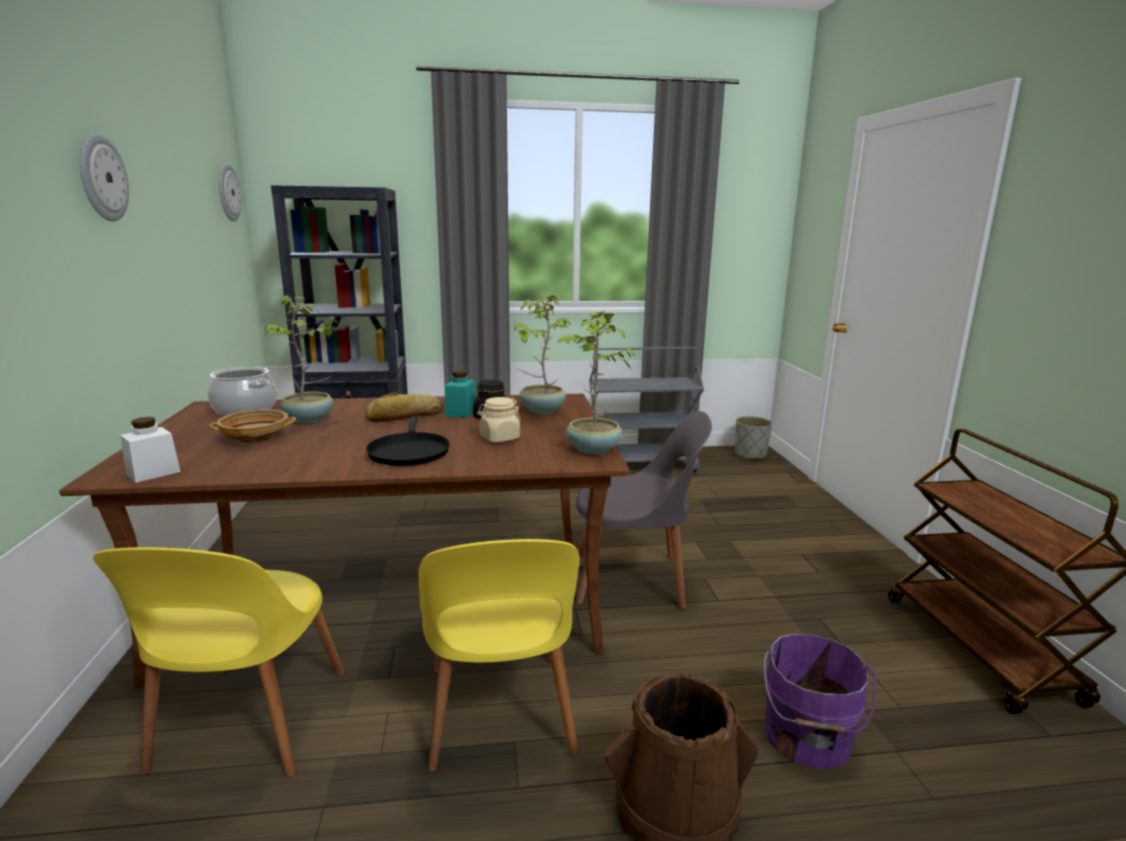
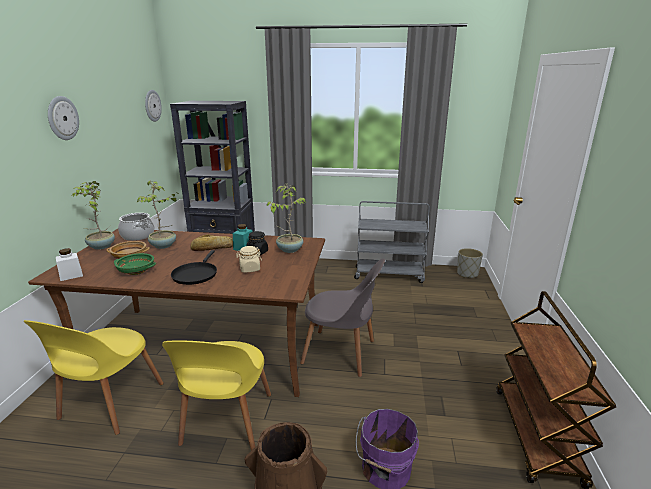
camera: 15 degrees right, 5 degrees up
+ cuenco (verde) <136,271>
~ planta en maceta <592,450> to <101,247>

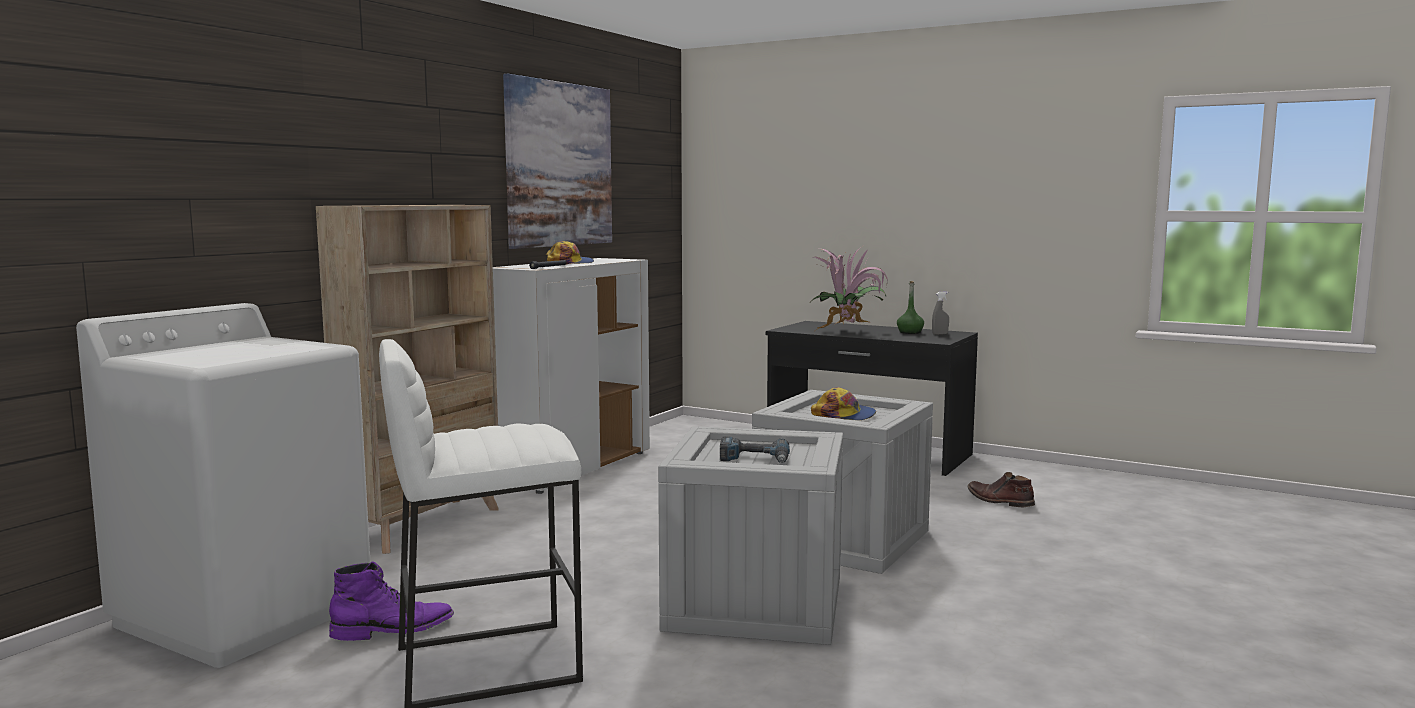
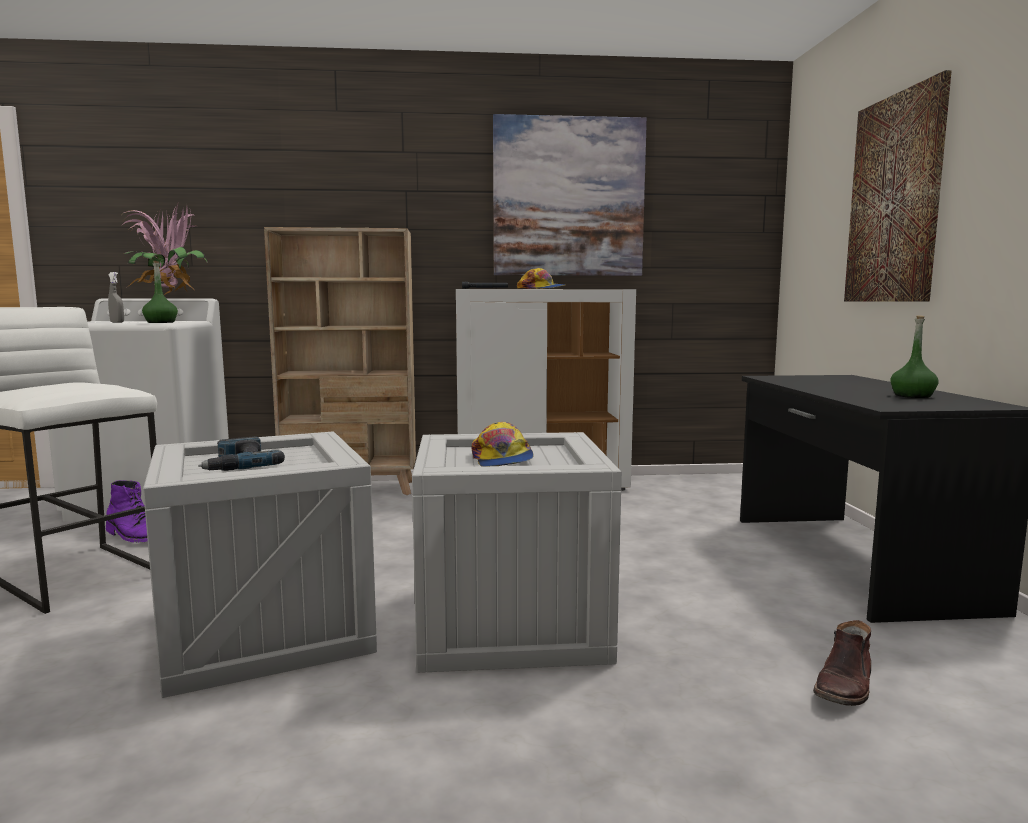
camera: 55 degrees right, 0 degrees up
+ botella (verde) <161,322>
+ cuadro <894,199>
~ planta en maceta <848,331> to <168,298>
~ pulverizador (gris) <940,334> to <117,322>
~ bota (marrón) <999,500> = <845,685> 150 degrees counterclockwise

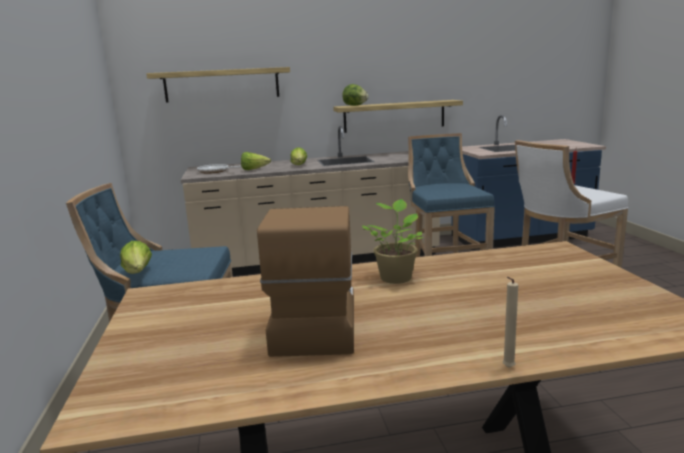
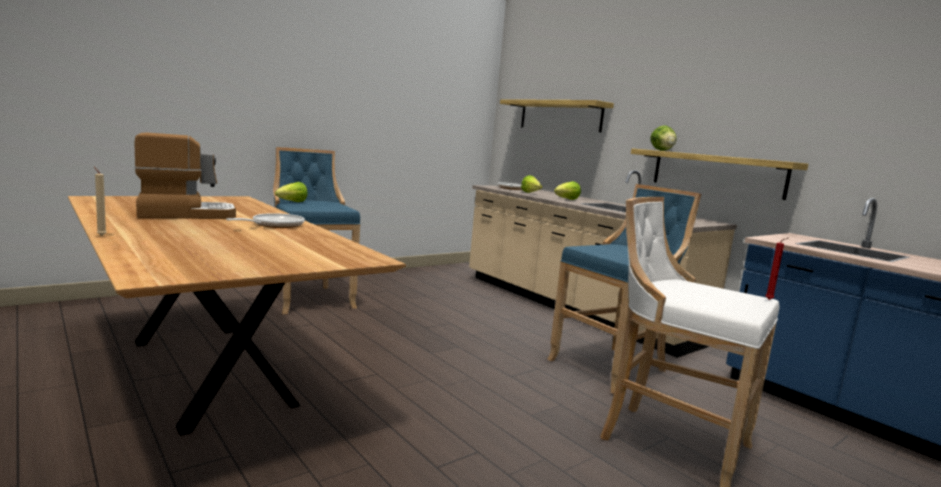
camera: 60 degrees right, 5 degrees down
~ planta en maceta <396,277> to sartén <274,225>

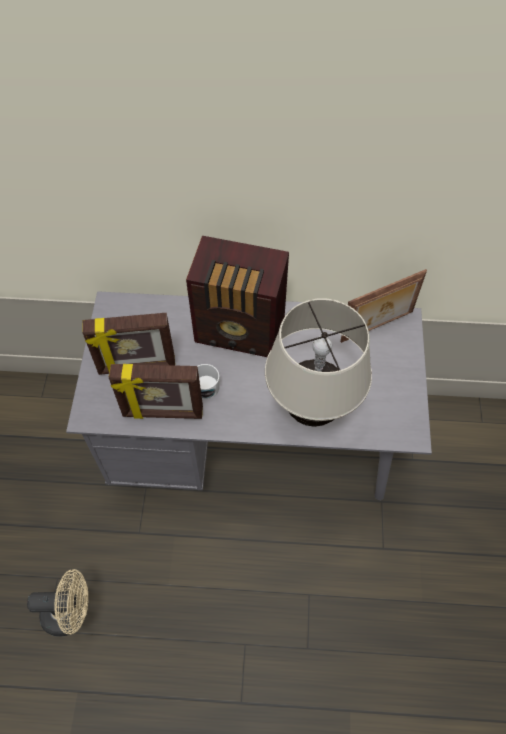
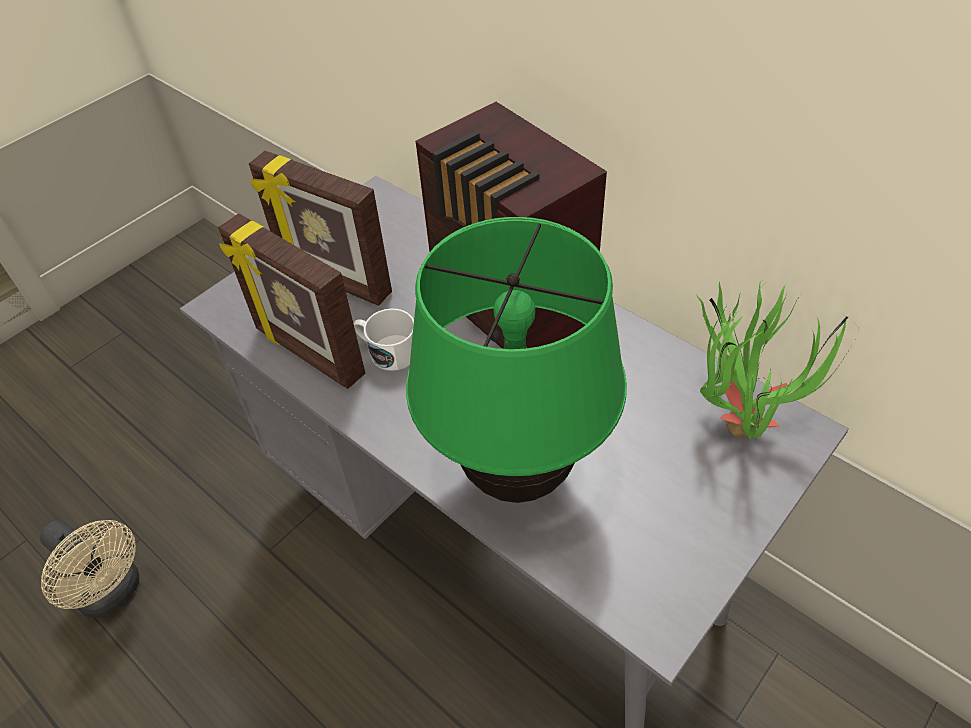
camera: 40 degrees right, 10 degrees down
~ portarretratos <377,327> to planta en maceta <739,416>
~ lámpara de mesa (beis) <312,410> to lámpara de mesa (verde) <518,475>

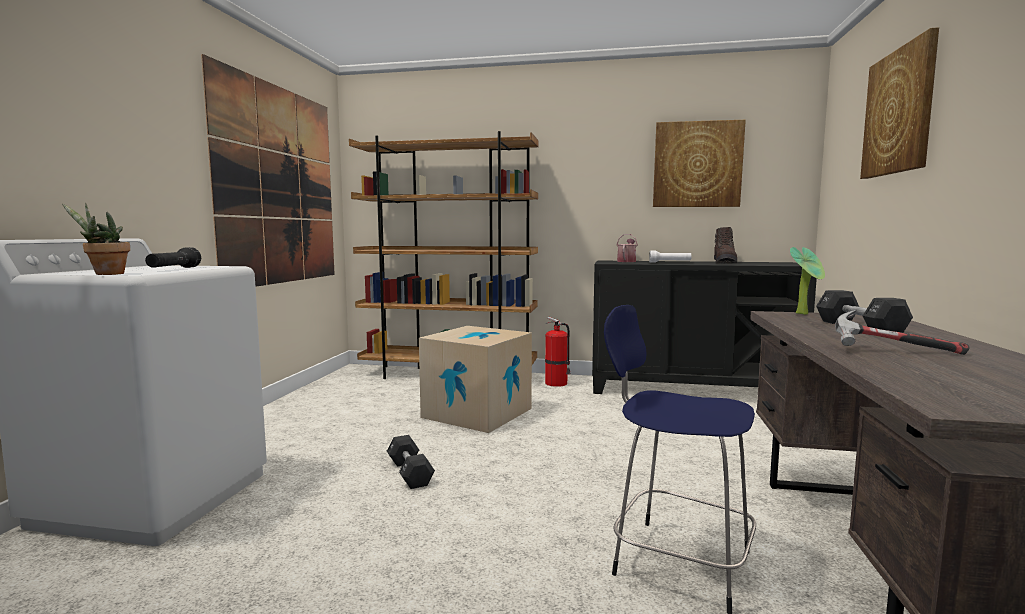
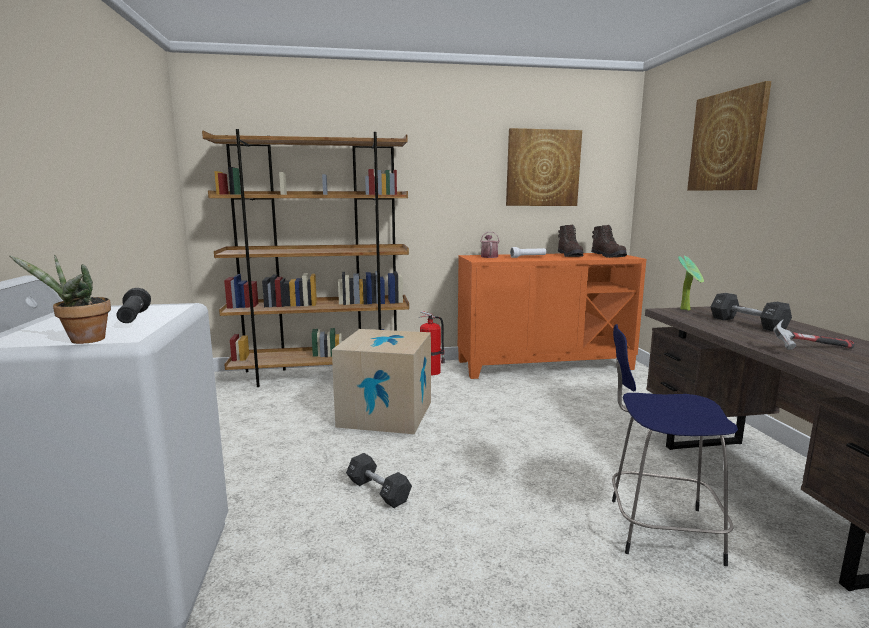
camera: 20 degrees left, 5 degrees up
- cuadro <280,185>
+ bota (marrón) <608,256>
~ armario (negro) <691,389> to armario (naranja) <544,364>

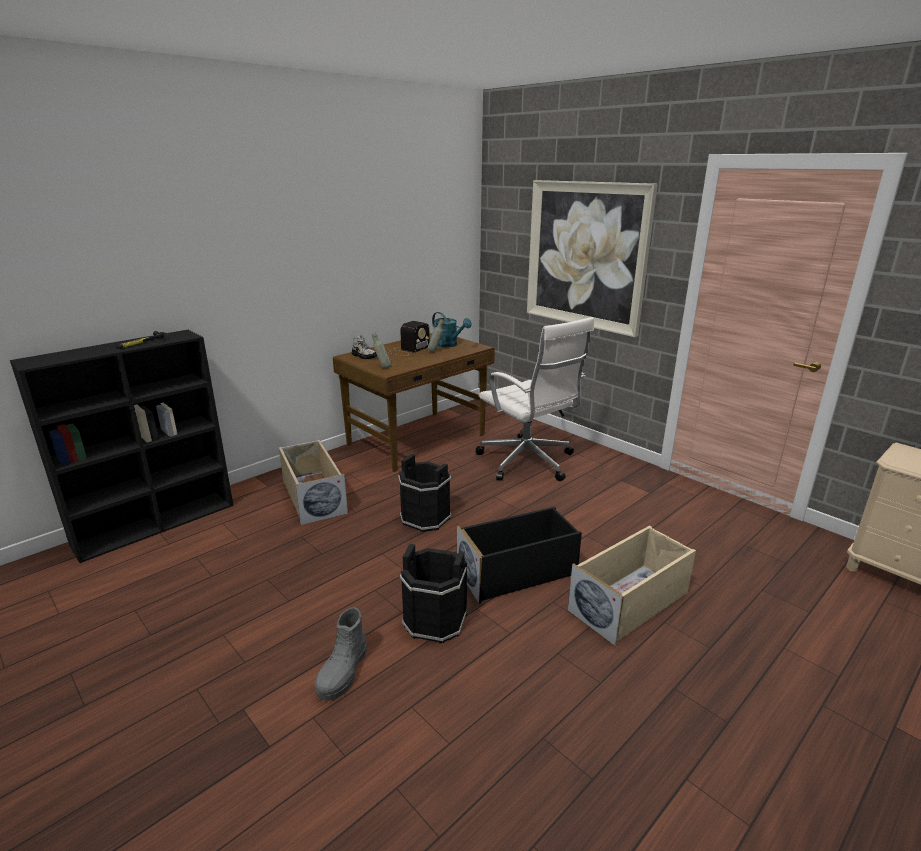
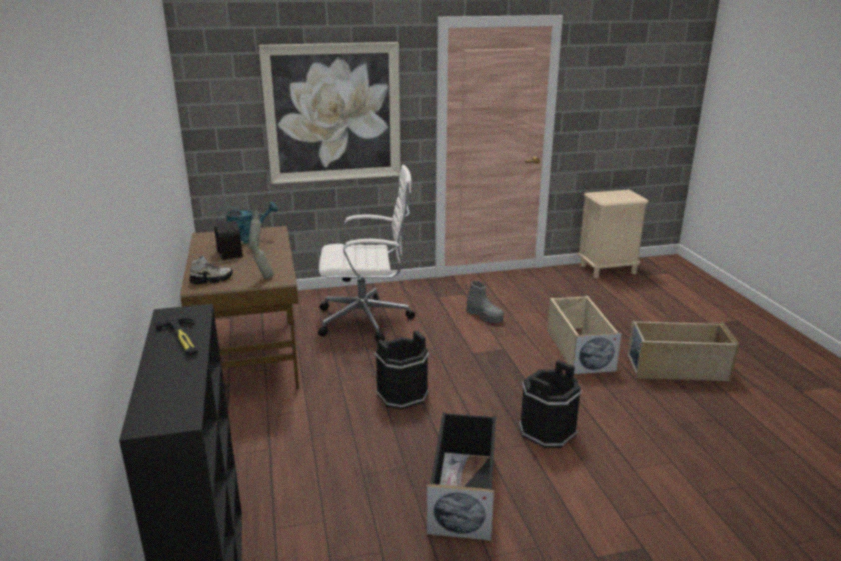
camera: 60 degrees left, 0 degrees up
~ caja de almacenaje (beis) <313,497> to <676,369>
~ bota (gris) <343,673> to <485,316>
~ caja de almacenaje (negro) <518,572> to <463,492>

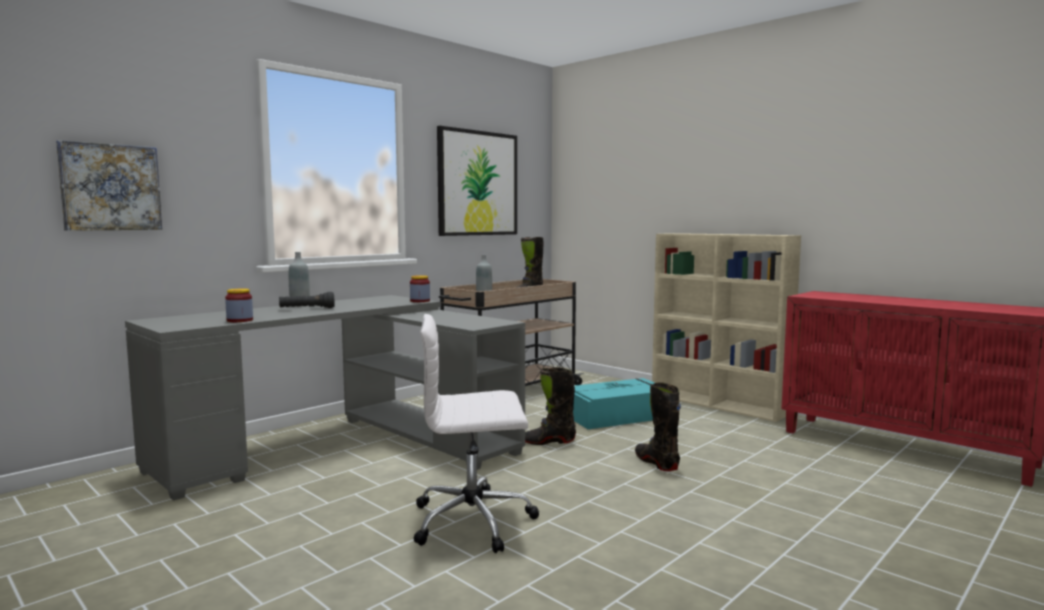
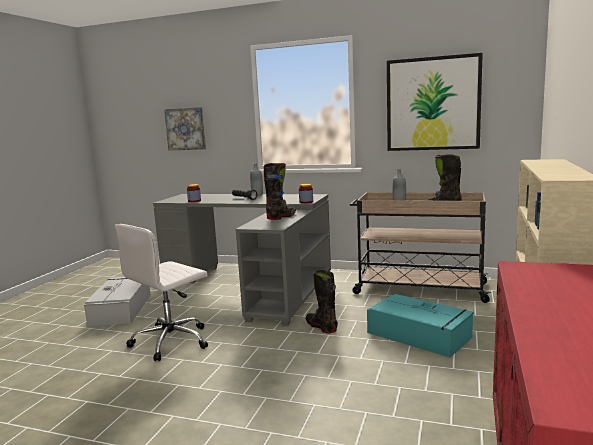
camera: 65 degrees right, 5 degrees up
+ caja de almacenaje (gris) <121,309>
~ bota (negro) <656,463> to <281,217>
~ silla de oficina (blanco) <474,521> = <172,341> 105 degrees counterclockwise

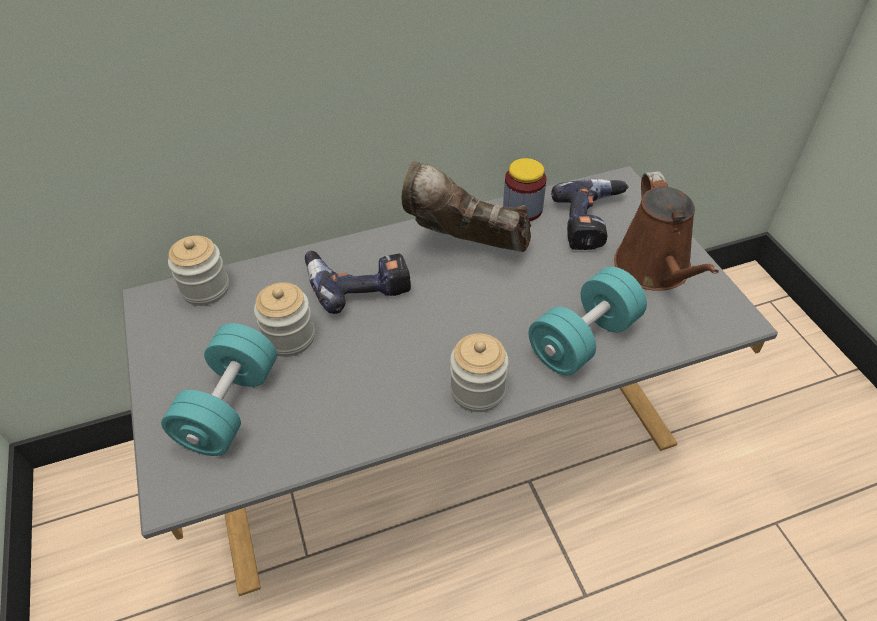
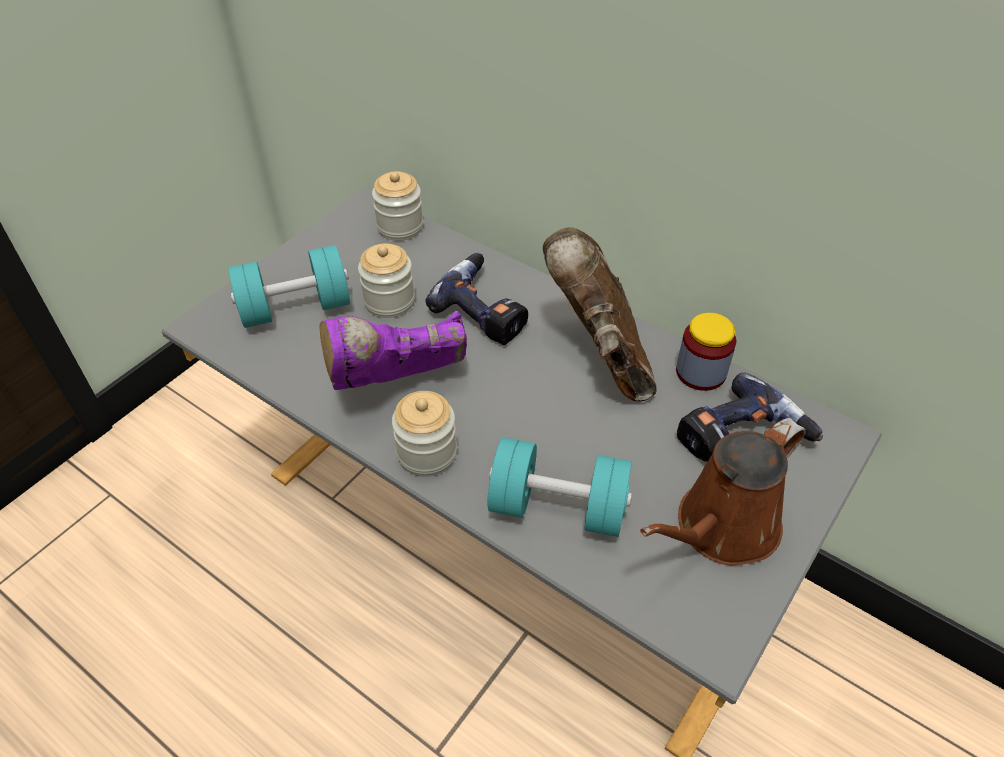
camera: 55 degrees right, 0 degrees up
+ bota (morado) <395,387>

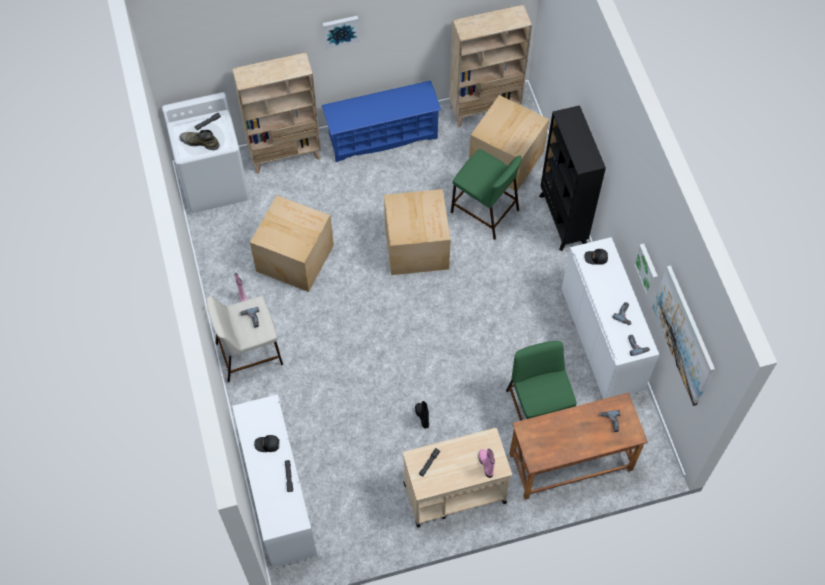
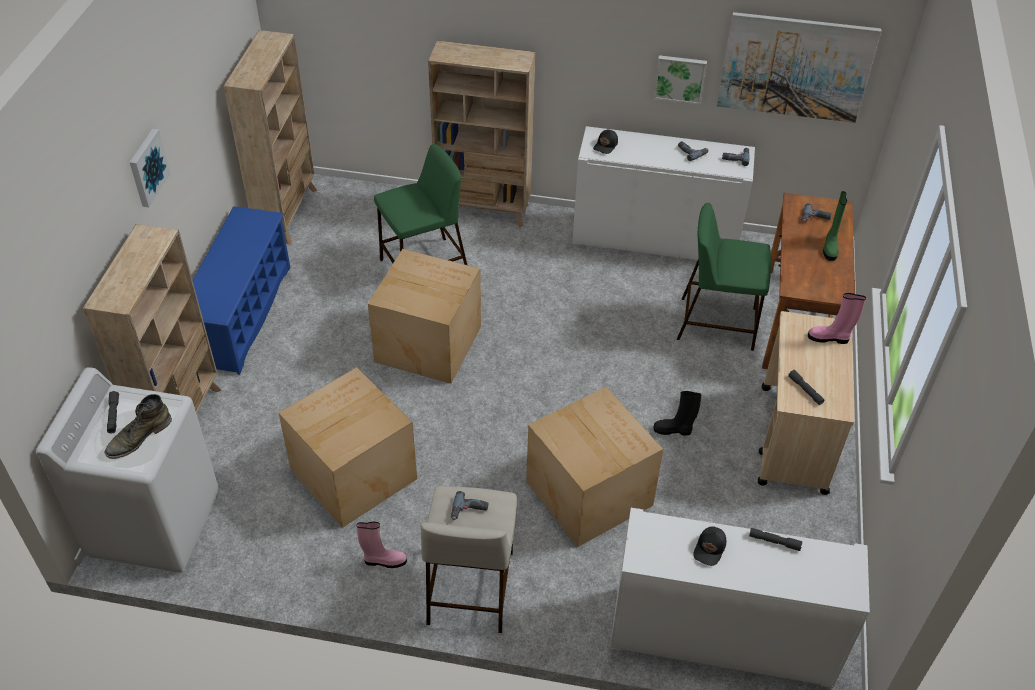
camera: 65 degrees left, 15 degrees down
+ bota (verde) <830,247>
~ caja de cartón <507,159> to <589,491>
~ estantería (negro) <562,220> to estantería (beis) <483,210>

